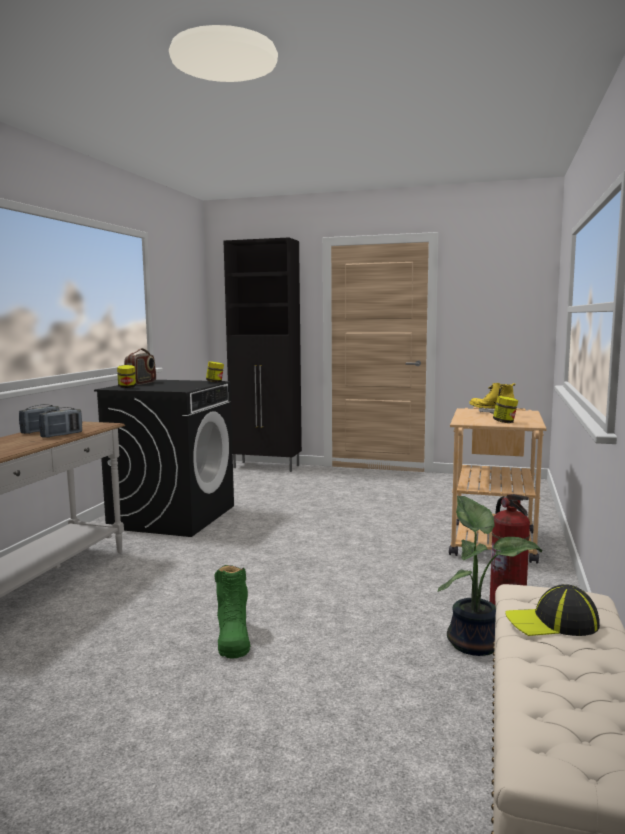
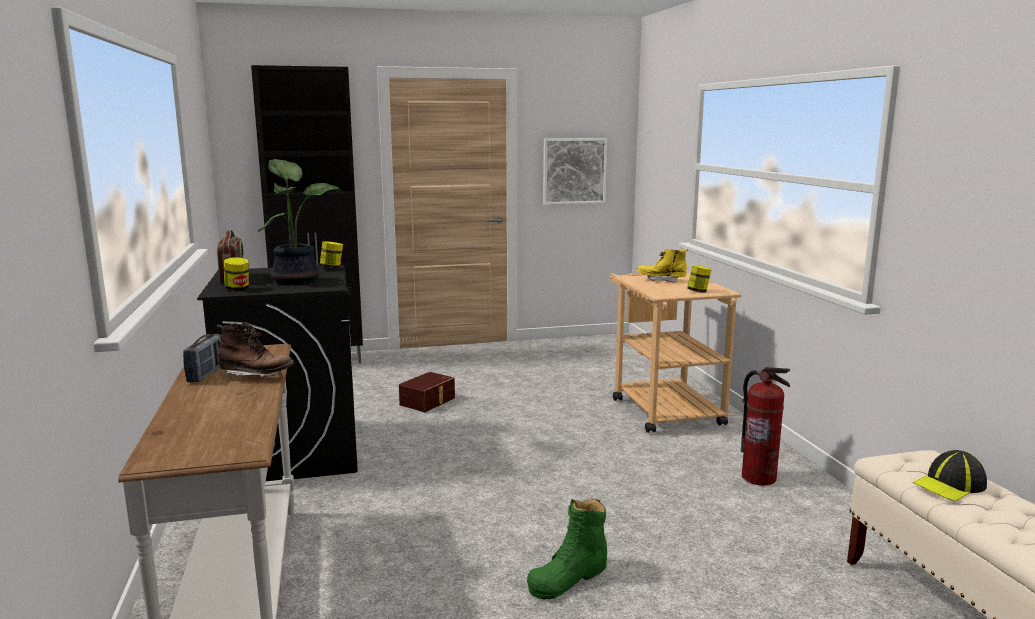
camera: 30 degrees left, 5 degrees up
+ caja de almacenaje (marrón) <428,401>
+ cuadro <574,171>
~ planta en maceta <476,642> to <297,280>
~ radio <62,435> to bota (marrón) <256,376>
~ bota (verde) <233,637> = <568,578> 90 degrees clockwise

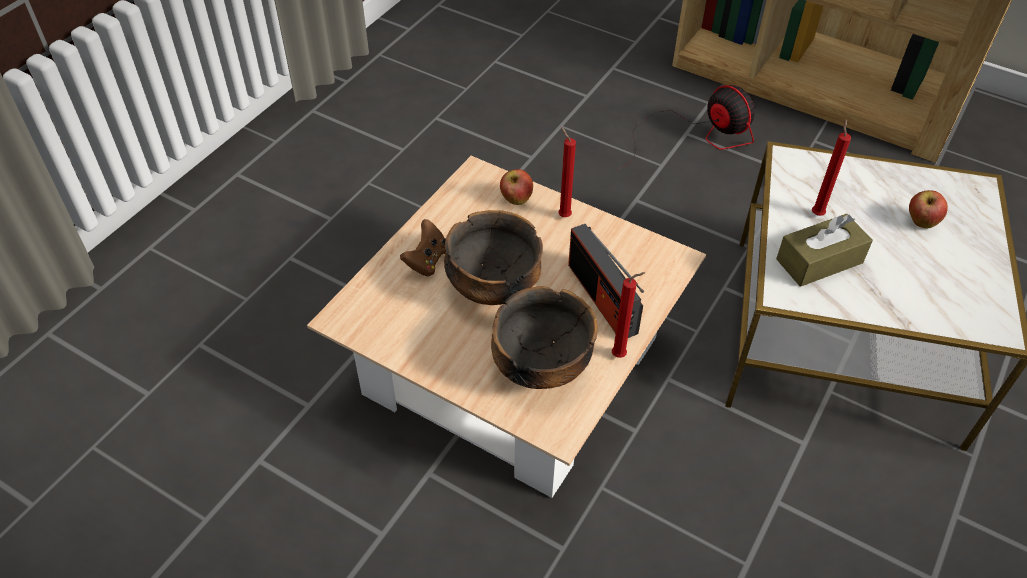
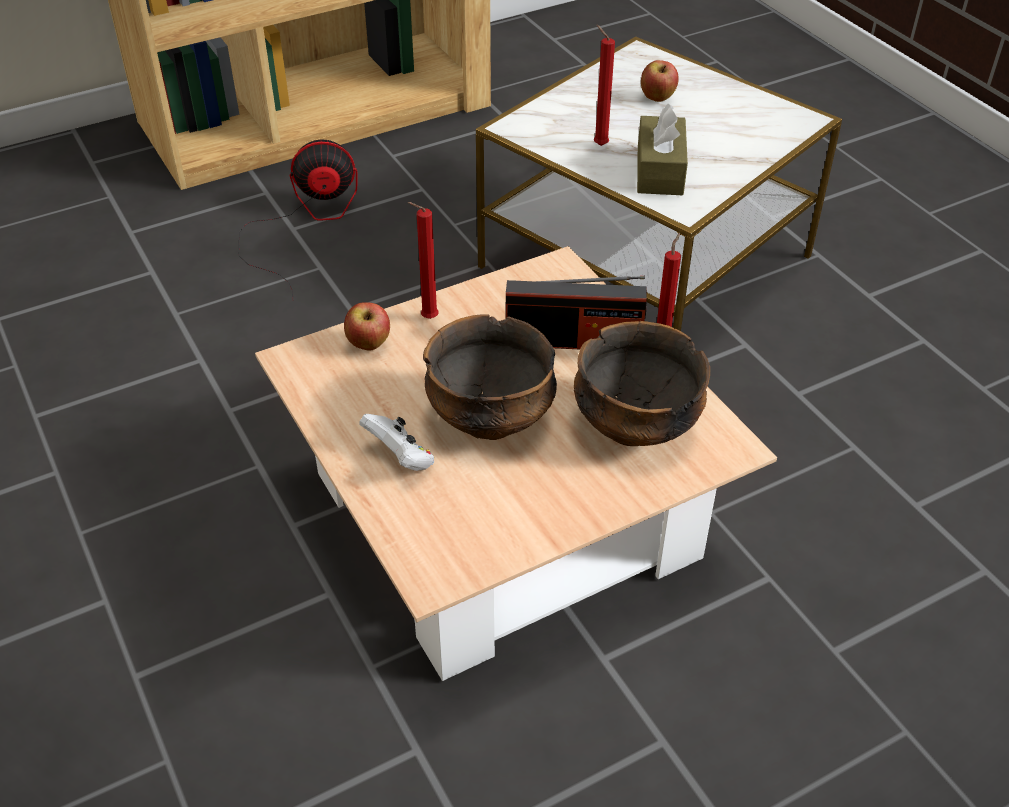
camera: 60 degrees left, 5 degrees down
~ mando de consola (marrón) <427,261> to mando de consola (blanco) <401,458>

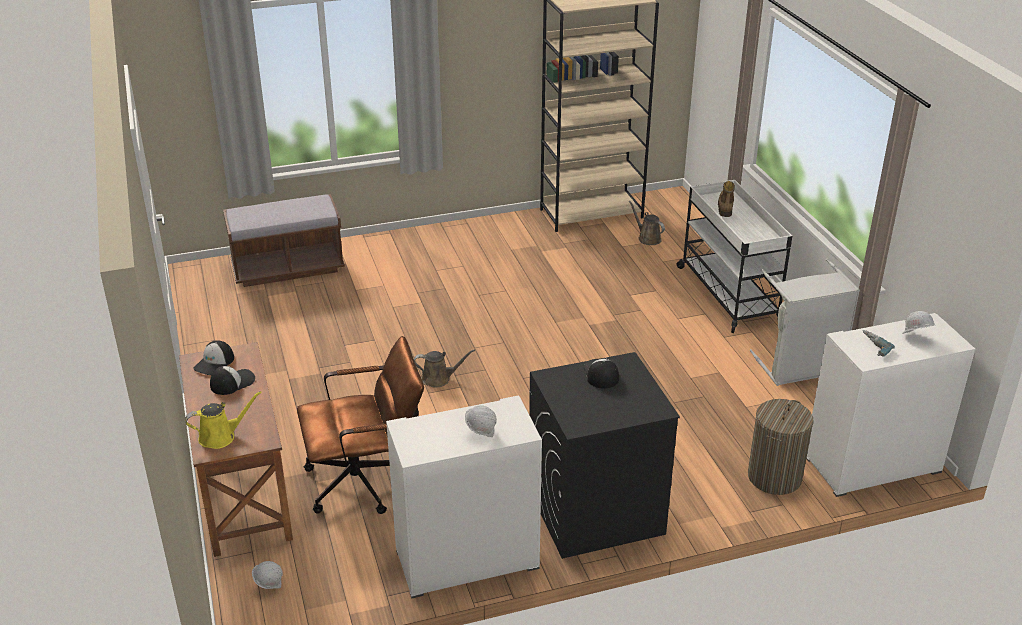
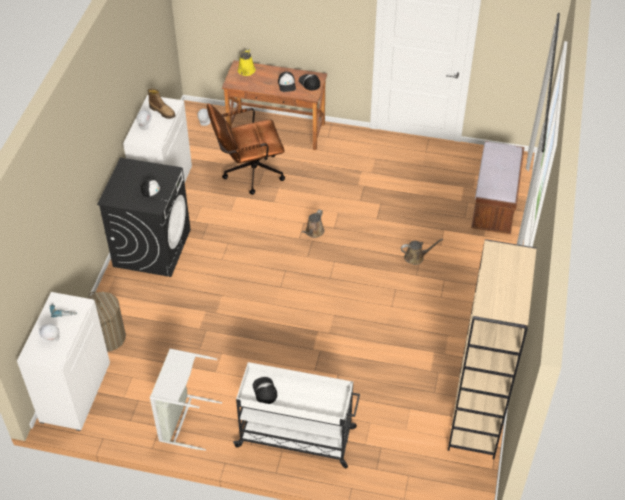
camera: 120 degrees right, 15 degrees up
+ gorra <264,391>
~ regadera (marrón) <647,238> to <416,257>
~ bota <725,206> to <163,111>
~ silla de oficina (marrón) <366,481> = <248,173> 60 degrees clockwise

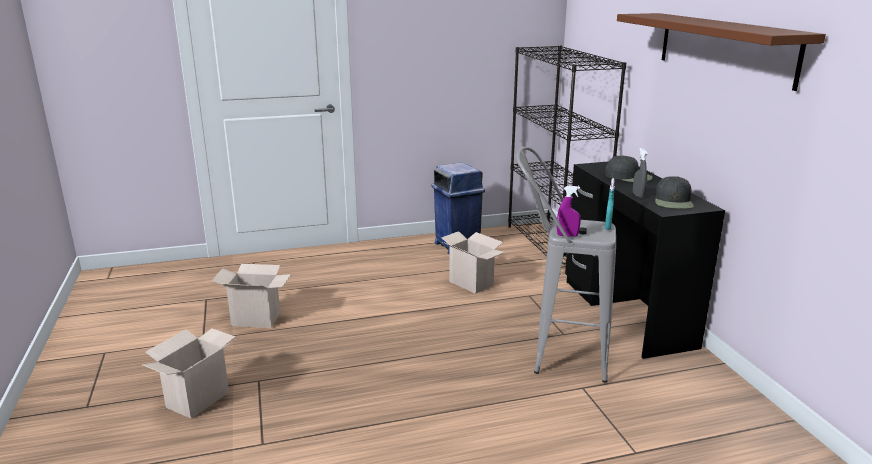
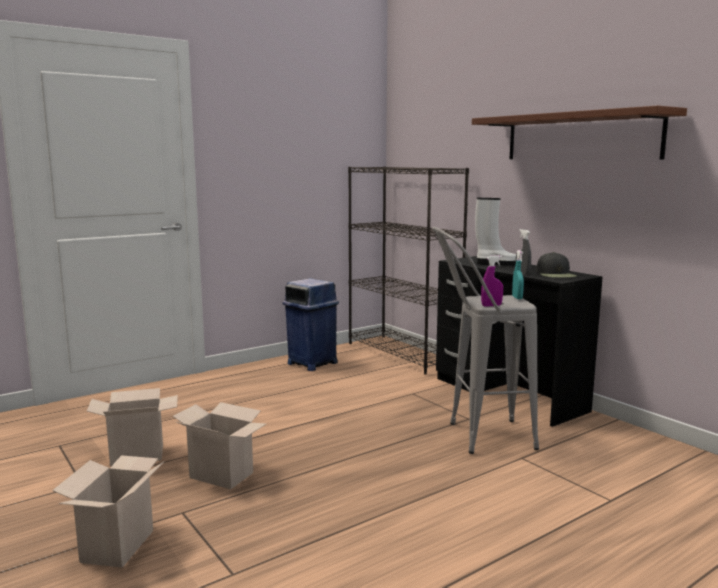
camera: 20 degrees left, 10 degrees down
~ caja de cartón <473,283> to <224,475>
~ gorra (negro) <629,177> to bota (blanco) <497,264>

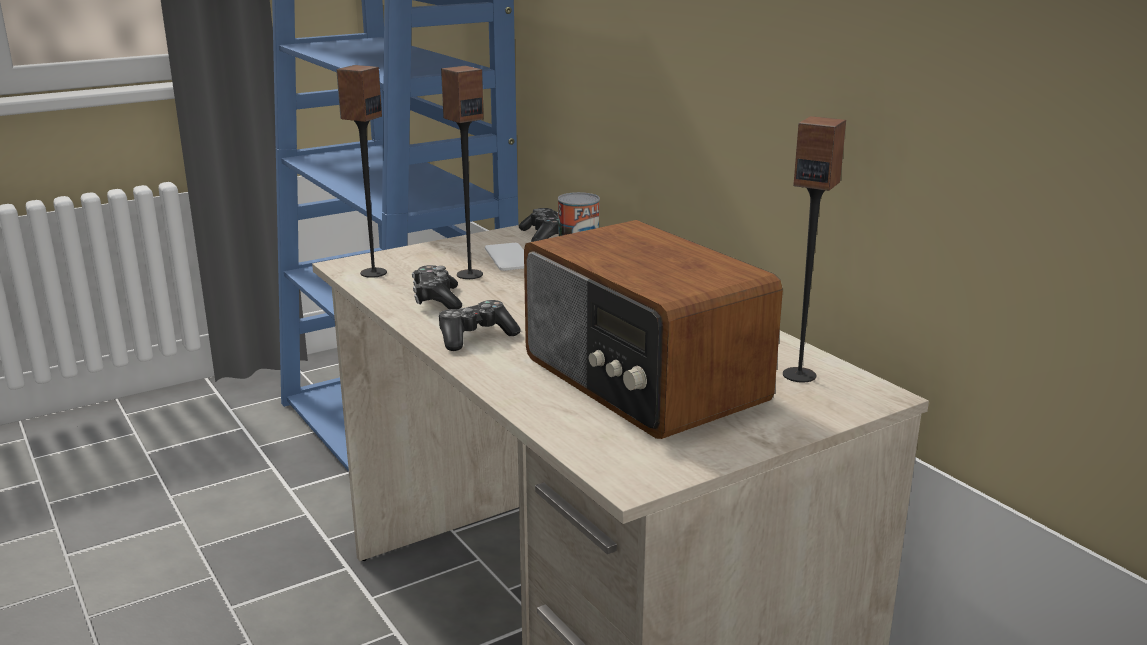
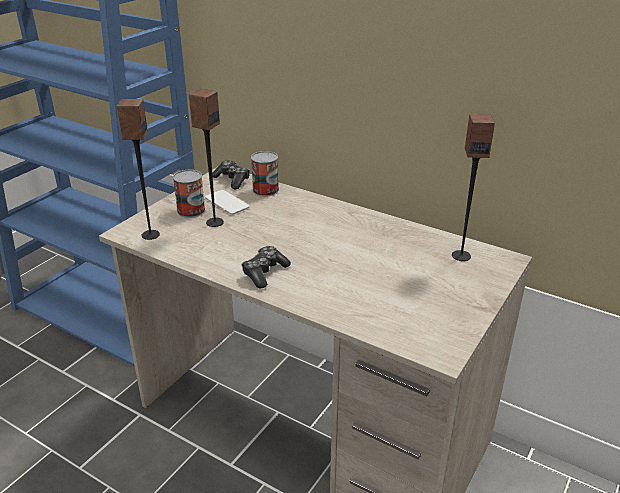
camera: 25 degrees left, 10 degrees up
- mando de consola <437,299>
- radio <641,380>
+ lata <191,210>

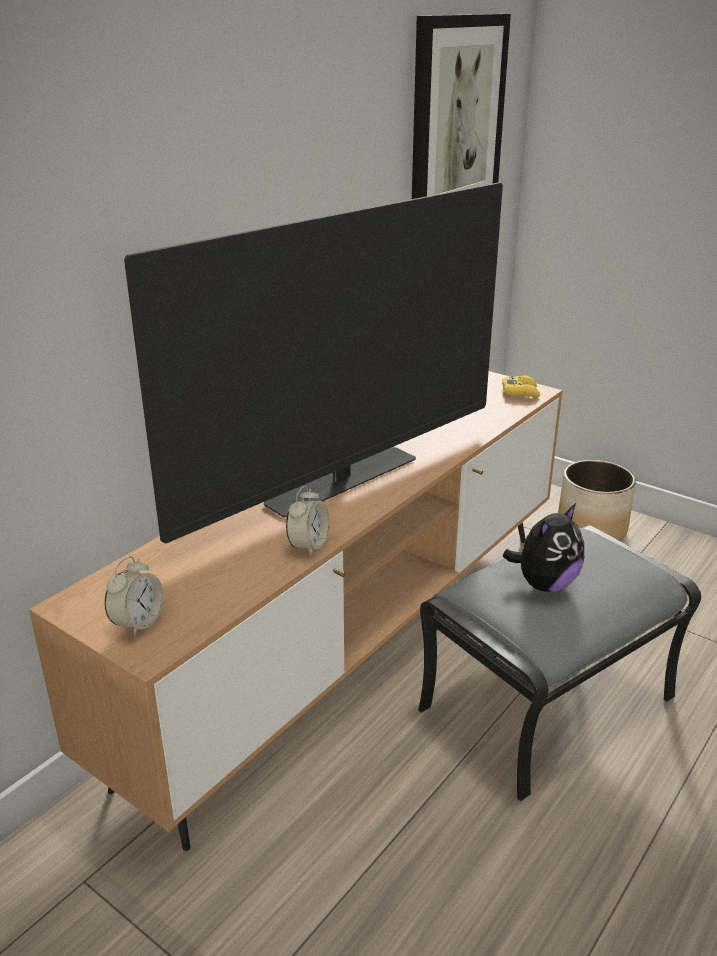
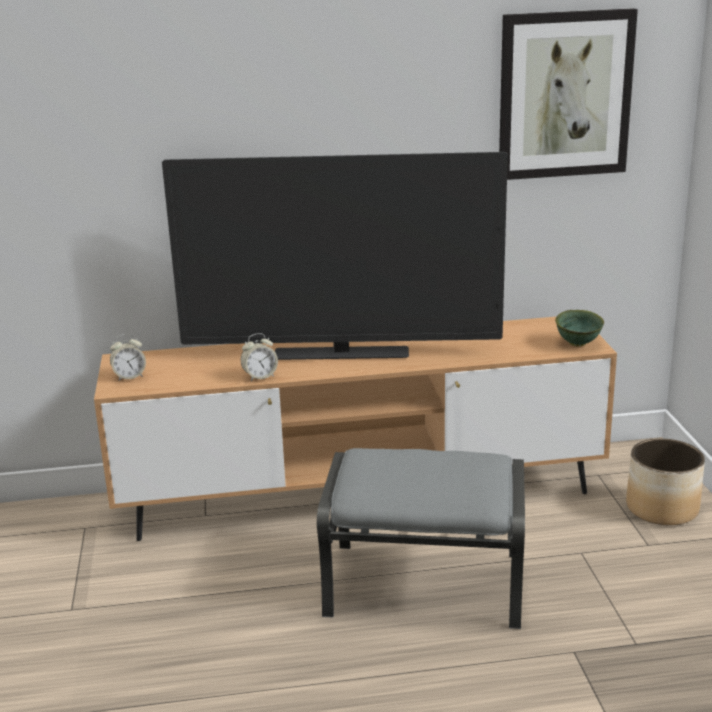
camera: 45 degrees right, 5 degrees down
- peluche <544,584>
~ mando de consola (amarillo) <521,392> to cuenco (verde) <578,344>

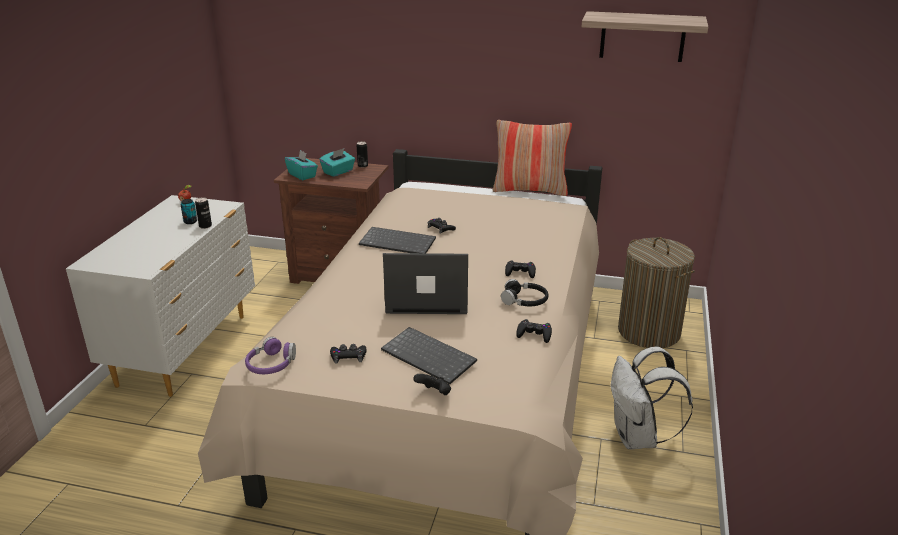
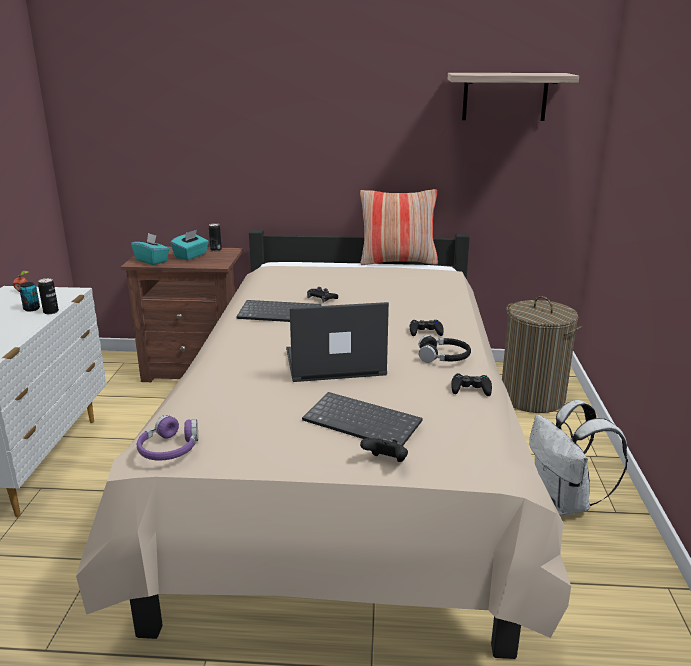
camera: 10 degrees left, 5 degrees down
- mando de consola (negro) <348,357>

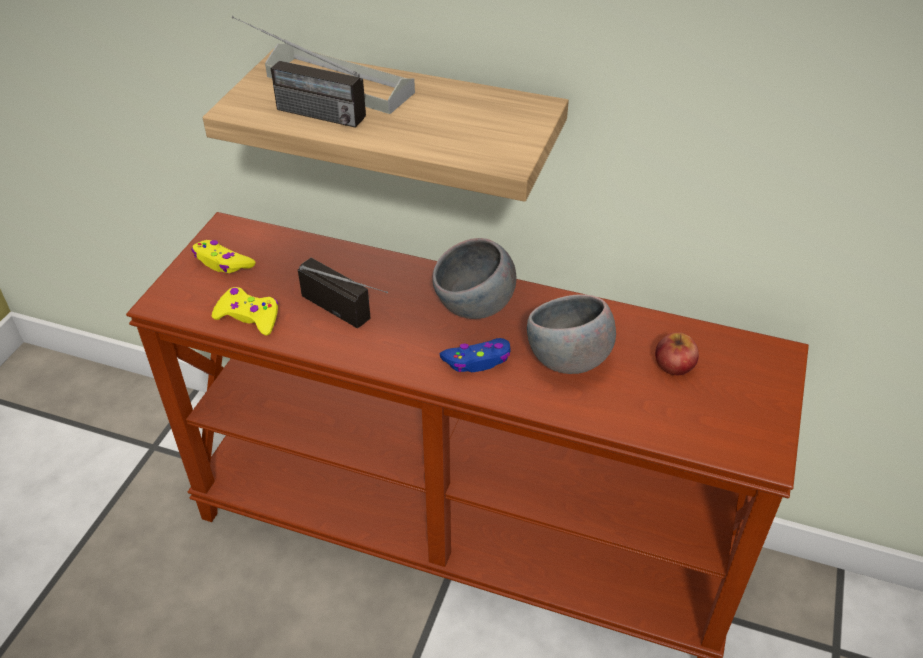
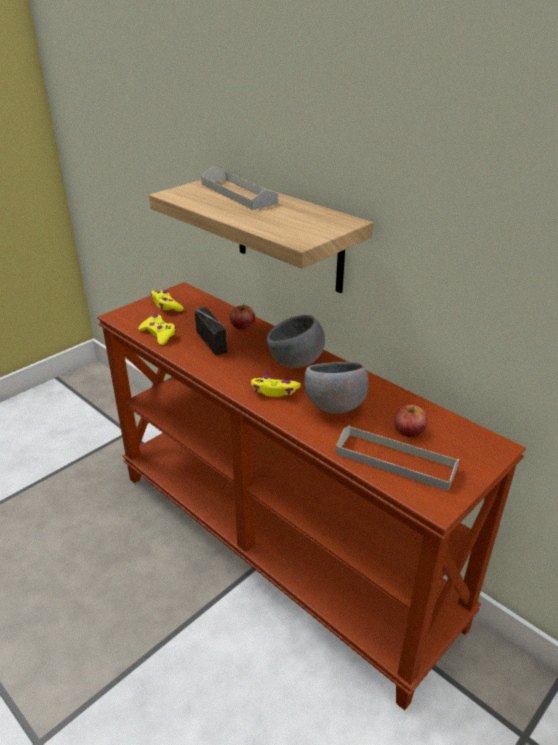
camera: 25 degrees right, 10 degrees down
- radio <298,109>
+ manzana <242,325>
+ bandeja (gris) <395,461>
~ mando de consola (azul) <477,361> to mando de consola (amarillo) <275,391>

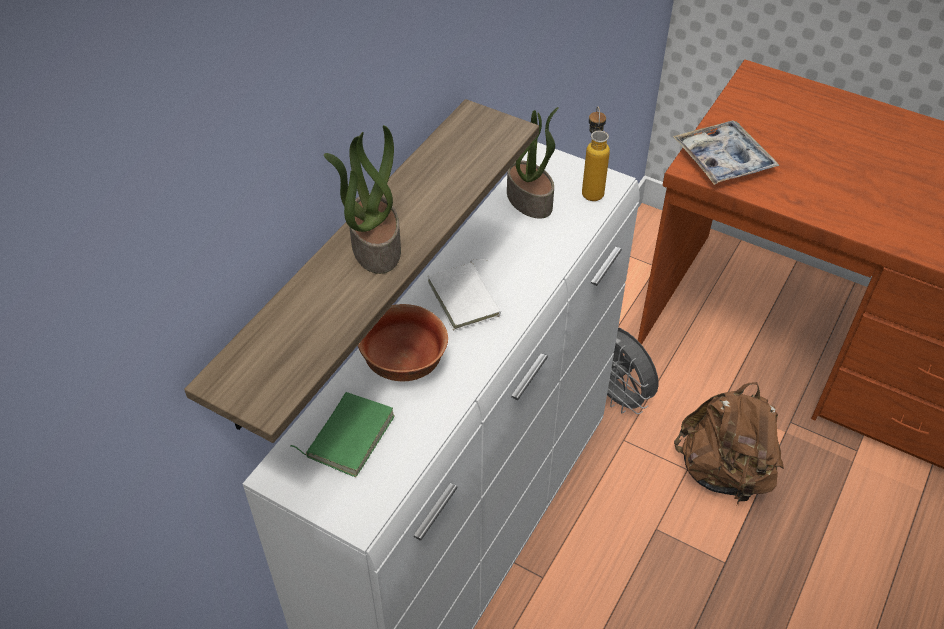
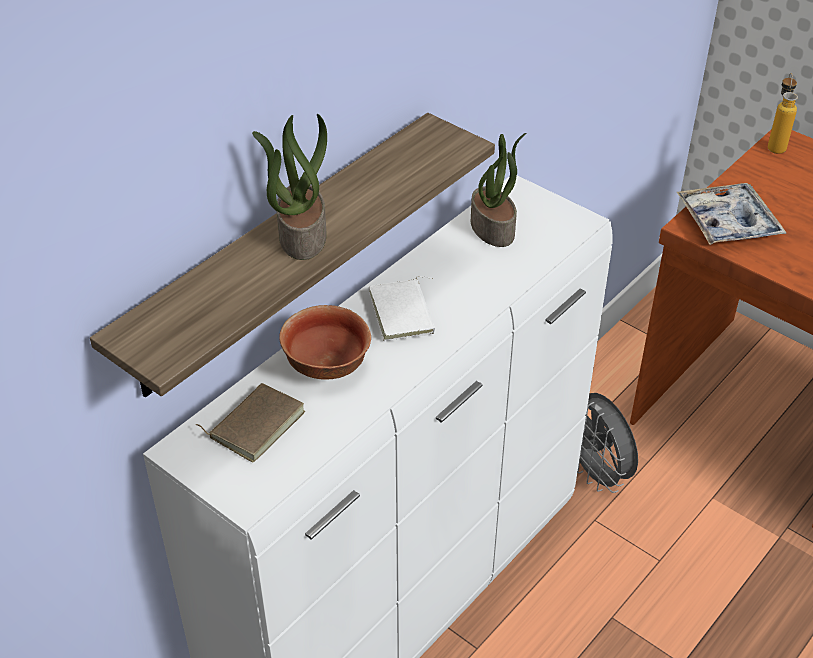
camera: 10 degrees right, 5 degrees down
- mochila (marrón) <723,472>
~ botella <591,188> to <775,144>
~ libro (verde) <348,435> to libro (marrón) <255,424>

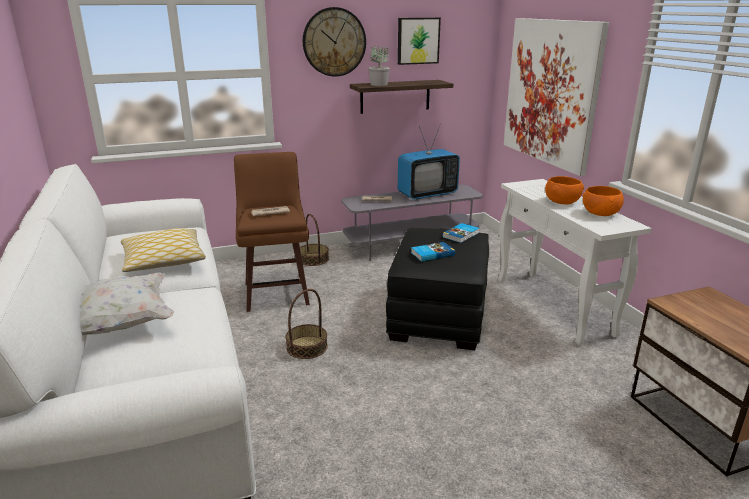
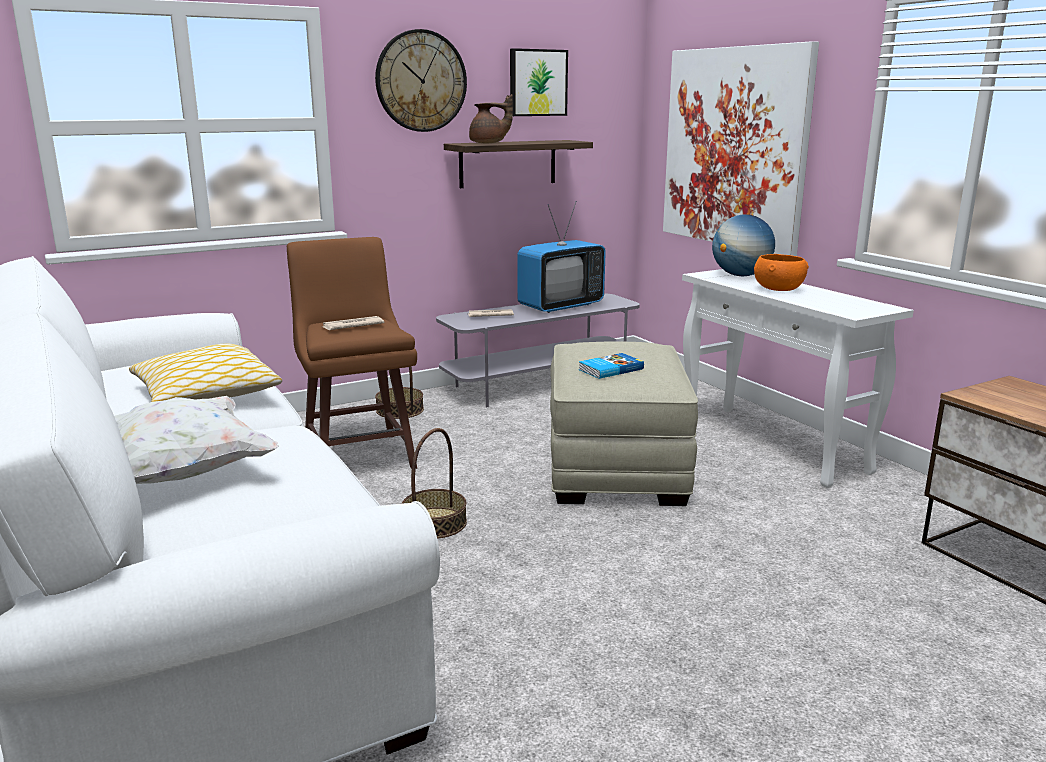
camera: 10 degrees left, 5 degrees down
- libro <461,235>
- cuenco (naranja) <600,213>
+ globo terráqueo <741,275>
~ planta en maceta <379,84> to tetera (marrón) <488,143>
~ puf (negro) <439,314> to puf (beis) <616,466>

